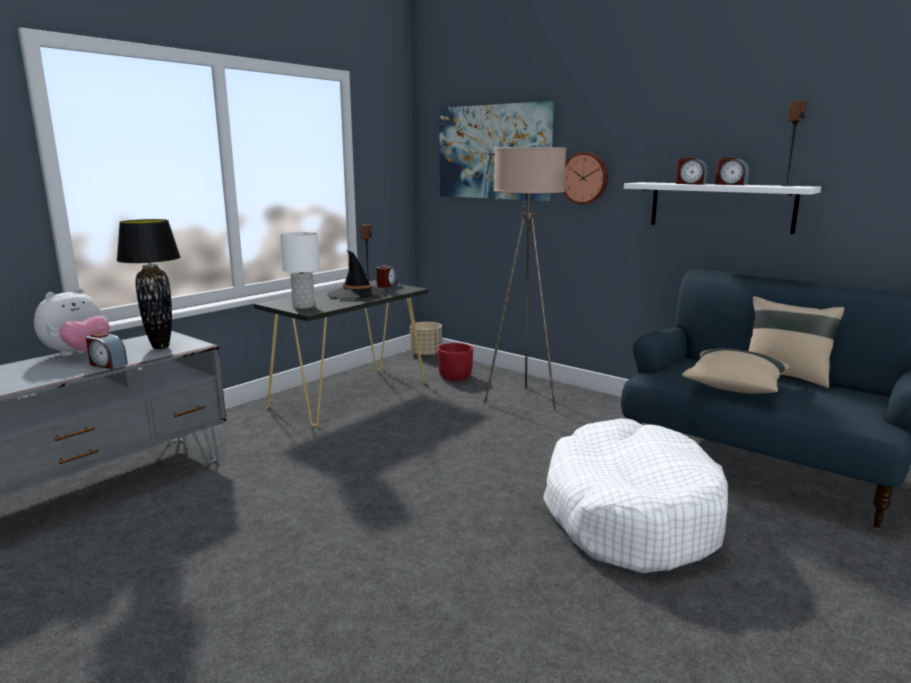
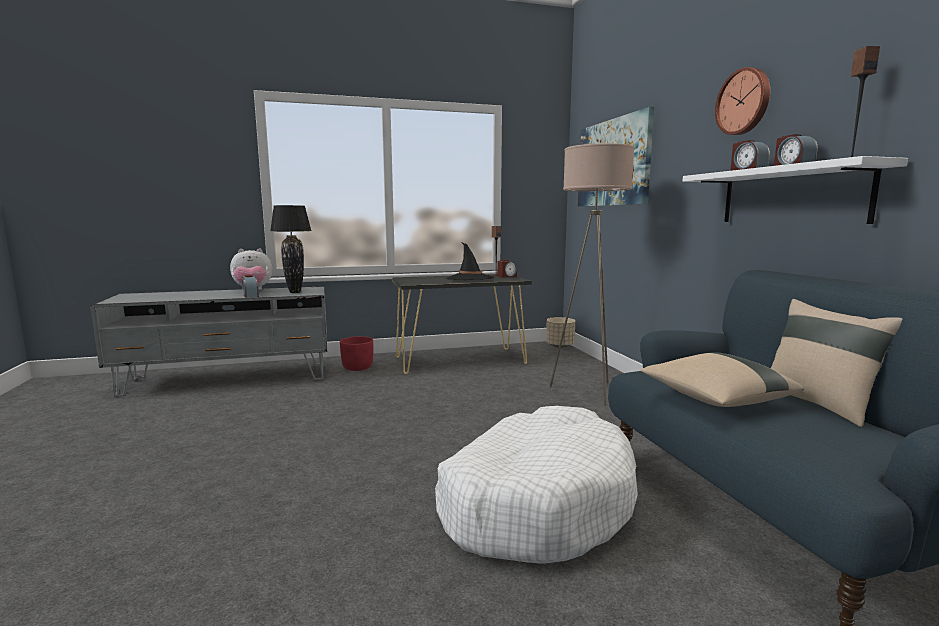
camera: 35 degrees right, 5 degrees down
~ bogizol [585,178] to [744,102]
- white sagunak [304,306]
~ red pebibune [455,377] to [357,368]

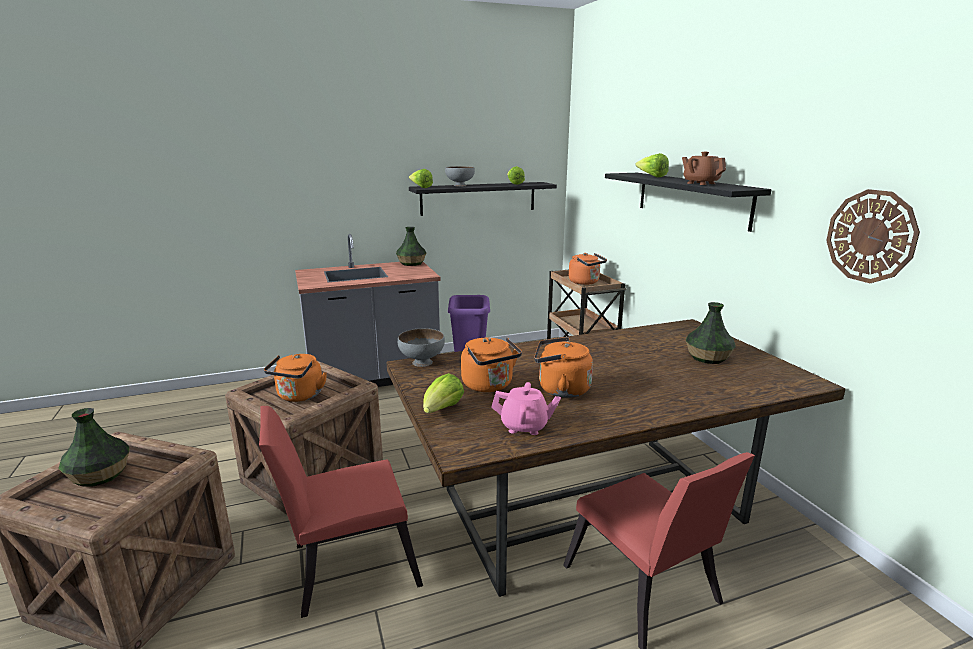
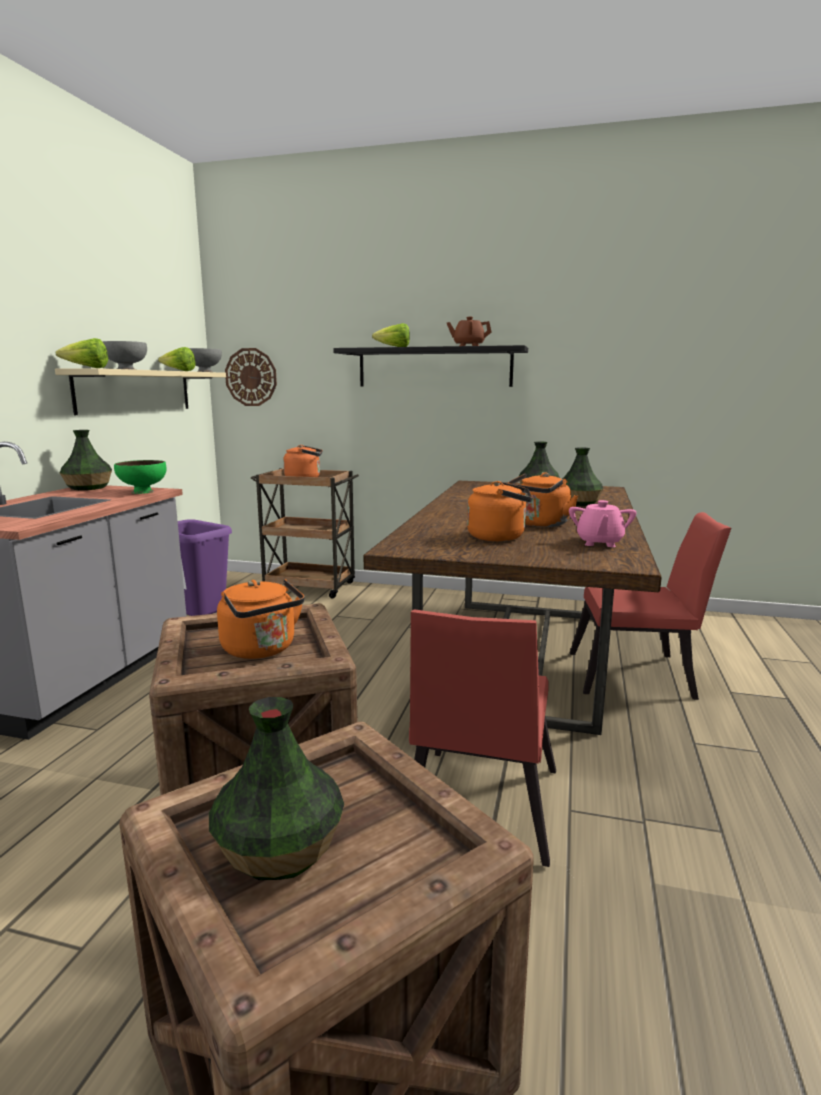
camera: 55 degrees left, 5 degrees down
~ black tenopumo [478,198] to beige tenopumo [135,391]
~ bogizol [870,236] to [251,377]
~ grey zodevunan [422,362] to [204,372]
- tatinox [442,410]
~ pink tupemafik [524,426] = [599,543] 150 degrees clockwise
+ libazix [579,503]
+ green zodevunan [143,492]

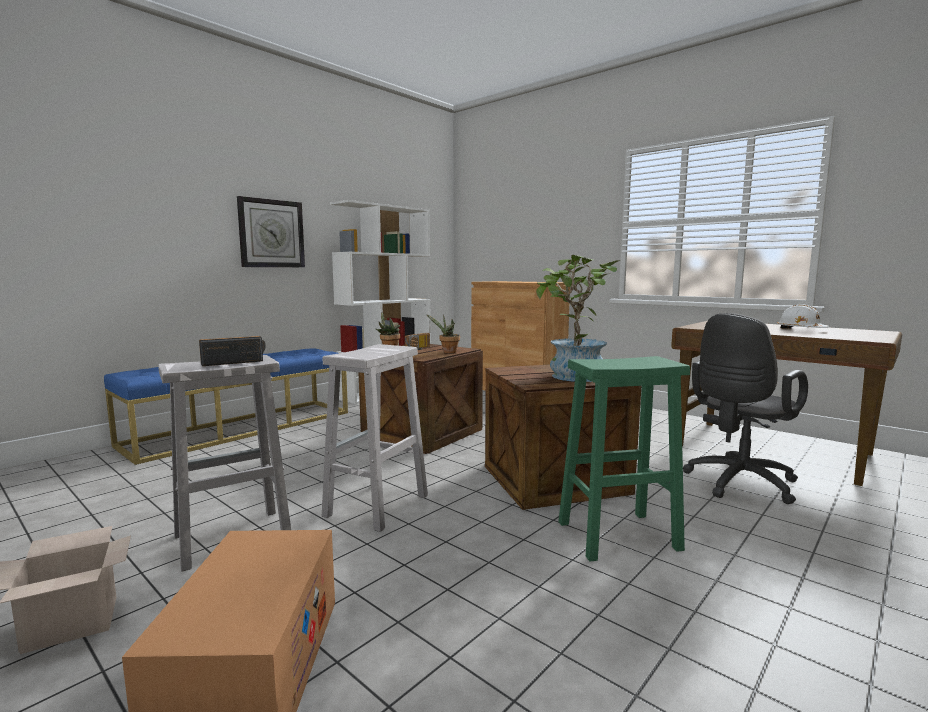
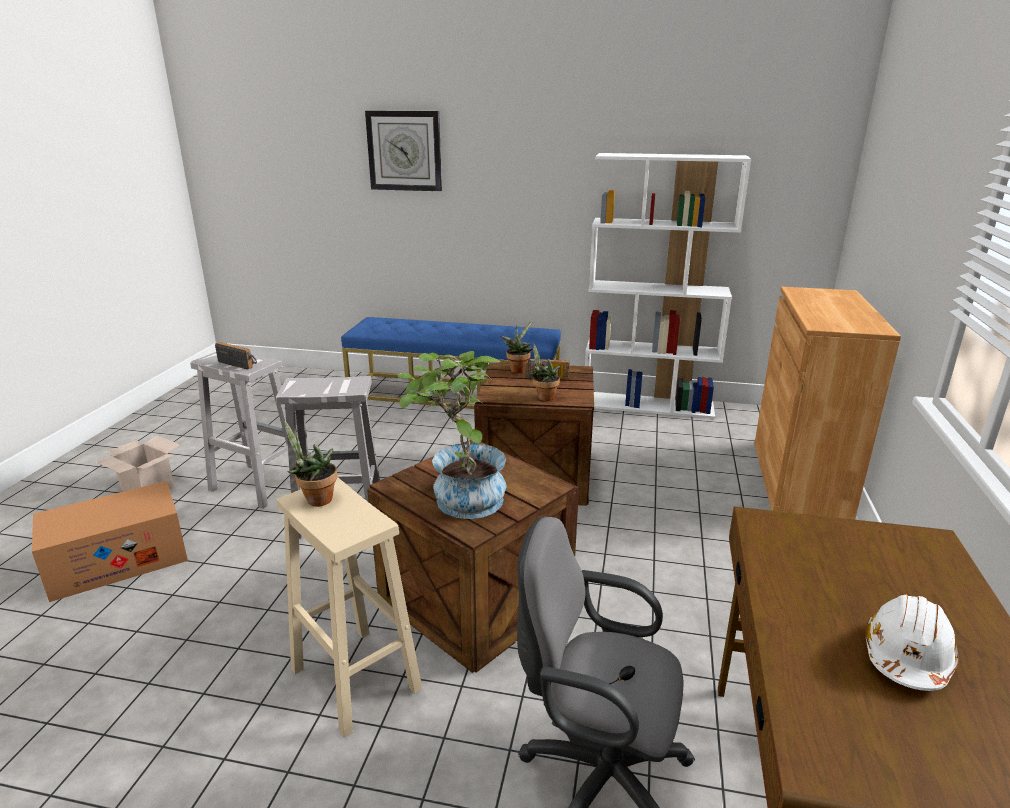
camera: 60 degrees right, 15 degrees up
~ bogizol [271,233] to [404,151]
~ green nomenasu [616,536] to beige nomenasu [354,678]
+ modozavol [315,499]

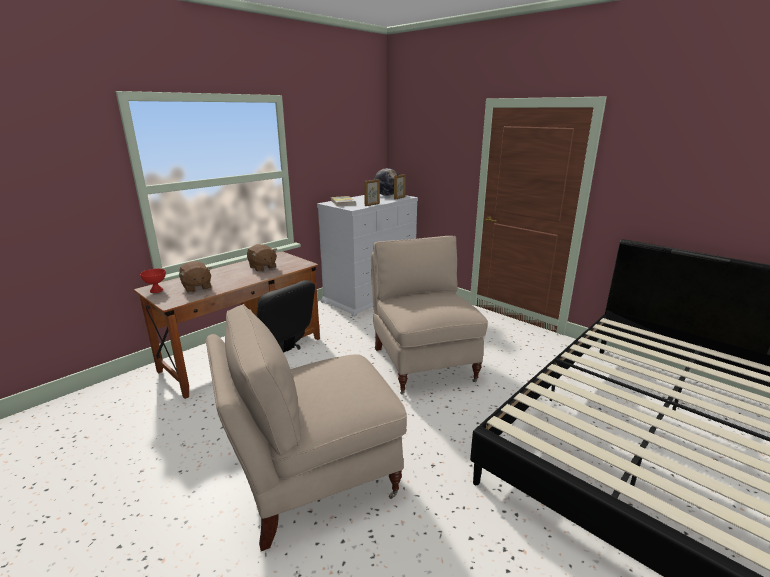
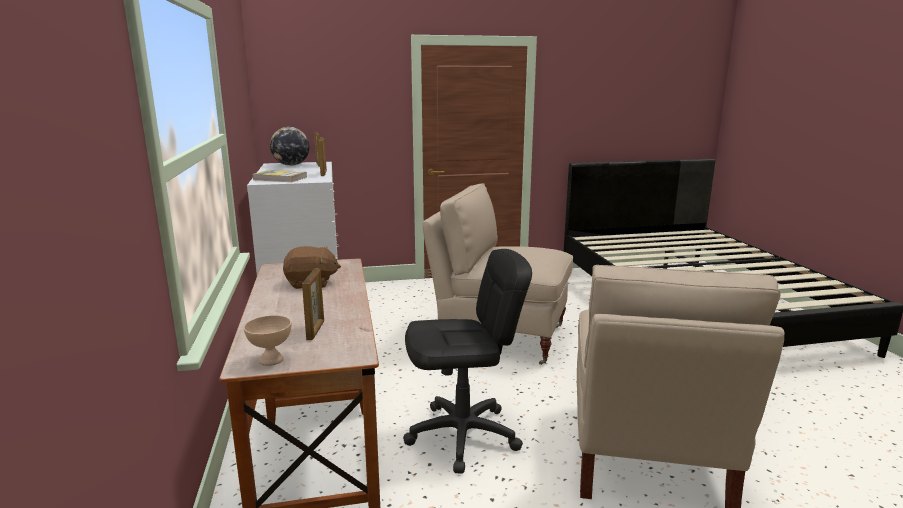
camera: 55 degrees left, 5 degrees down
~ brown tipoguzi [196,287] to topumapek [316,330]
~ red zodevunan [157,290] to beige zodevunan [271,359]

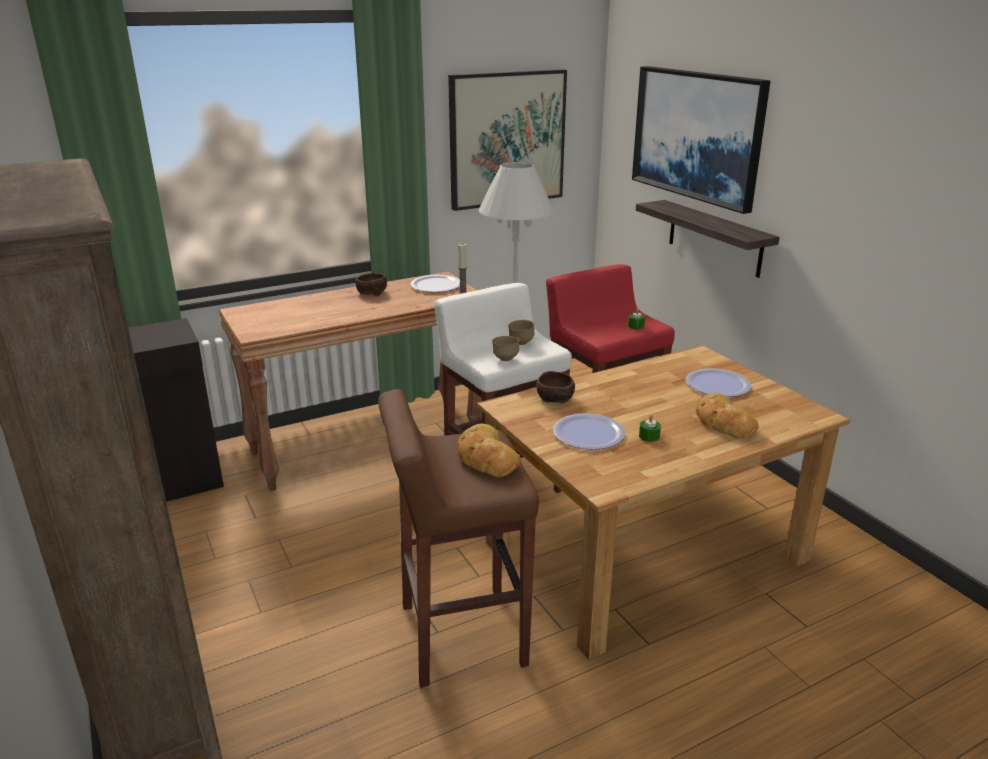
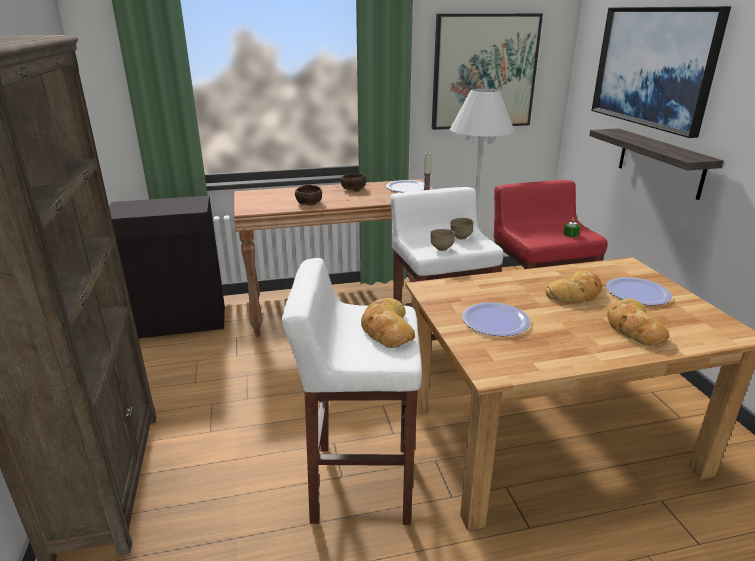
camera: 15 degrees right, 0 degrees up
~ brown zodevunan [555,398] to [309,203]
~ brown nomenasu [460,635] to white nomenasu [359,483]
- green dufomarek [649,436]
+ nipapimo [576,293]

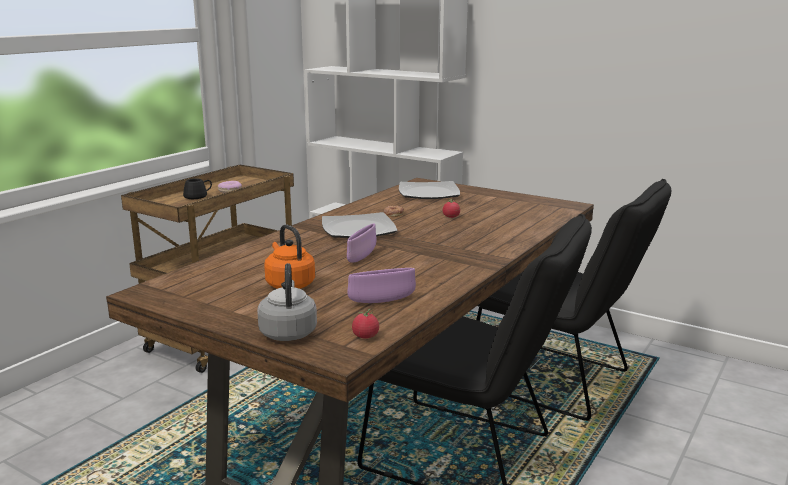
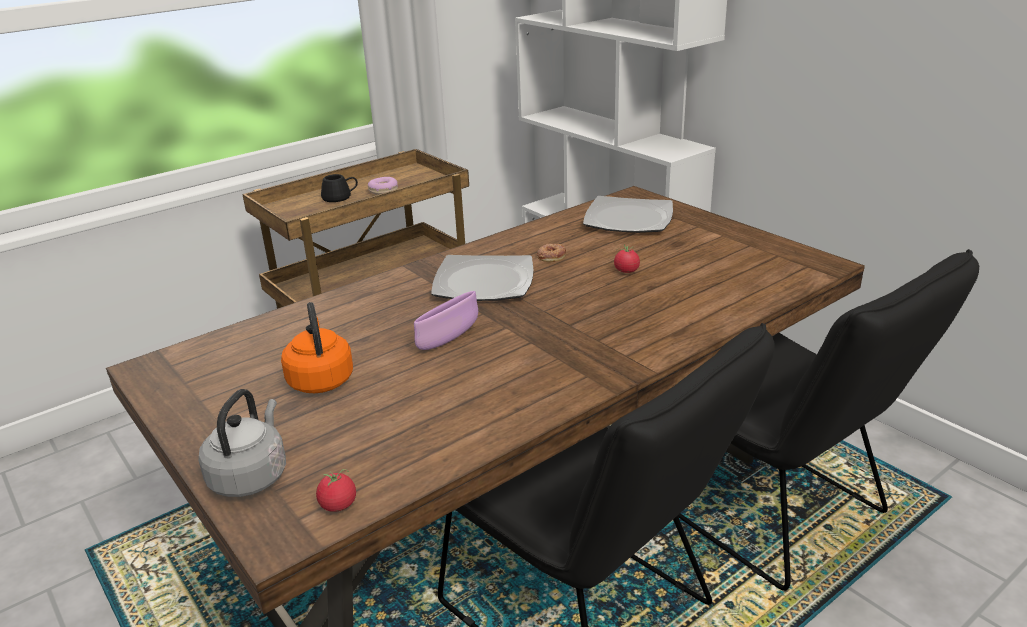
camera: 20 degrees right, 10 degrees up
- purple zodevunan [382,301]

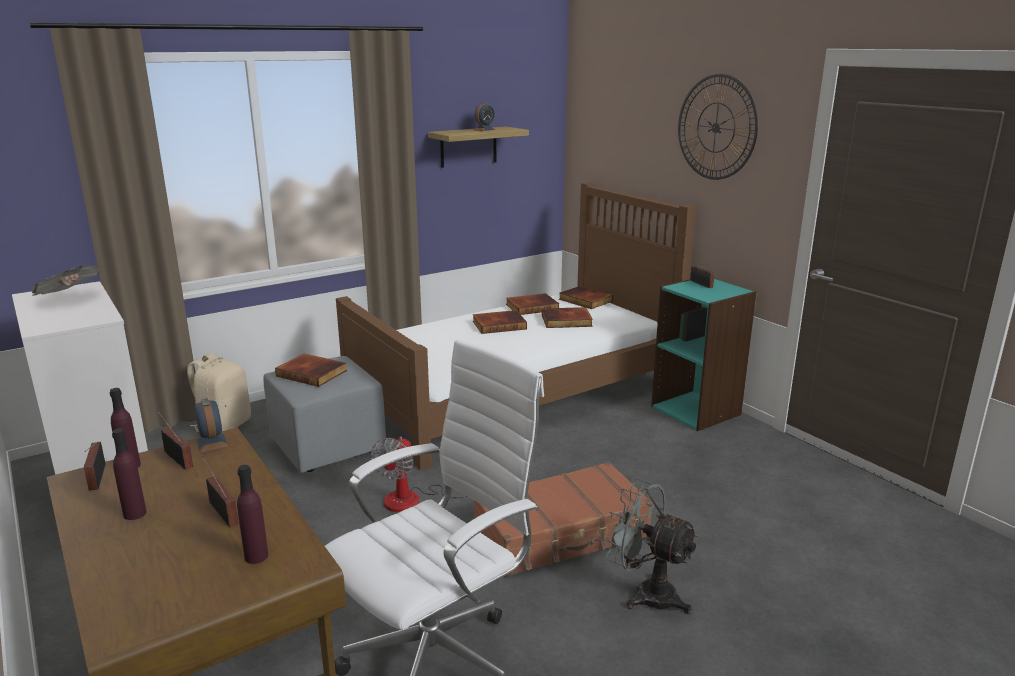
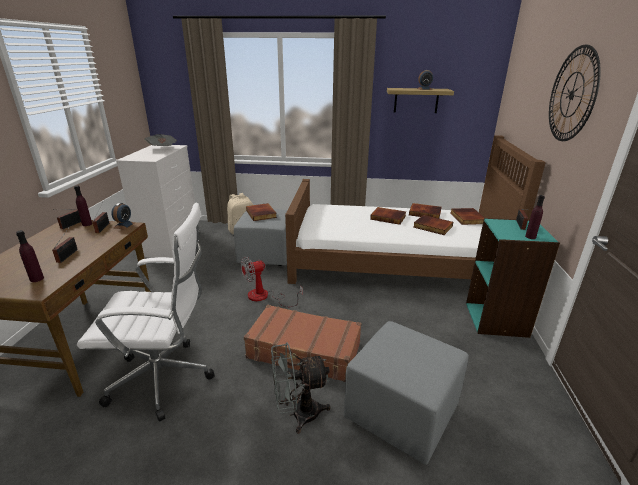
camera: 40 degrees right, 5 degrees up
~ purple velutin [135,513] to [530,237]
~ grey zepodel [647,593] = [298,414] 90 degrees counterclockwise
+ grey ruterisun [402,413]

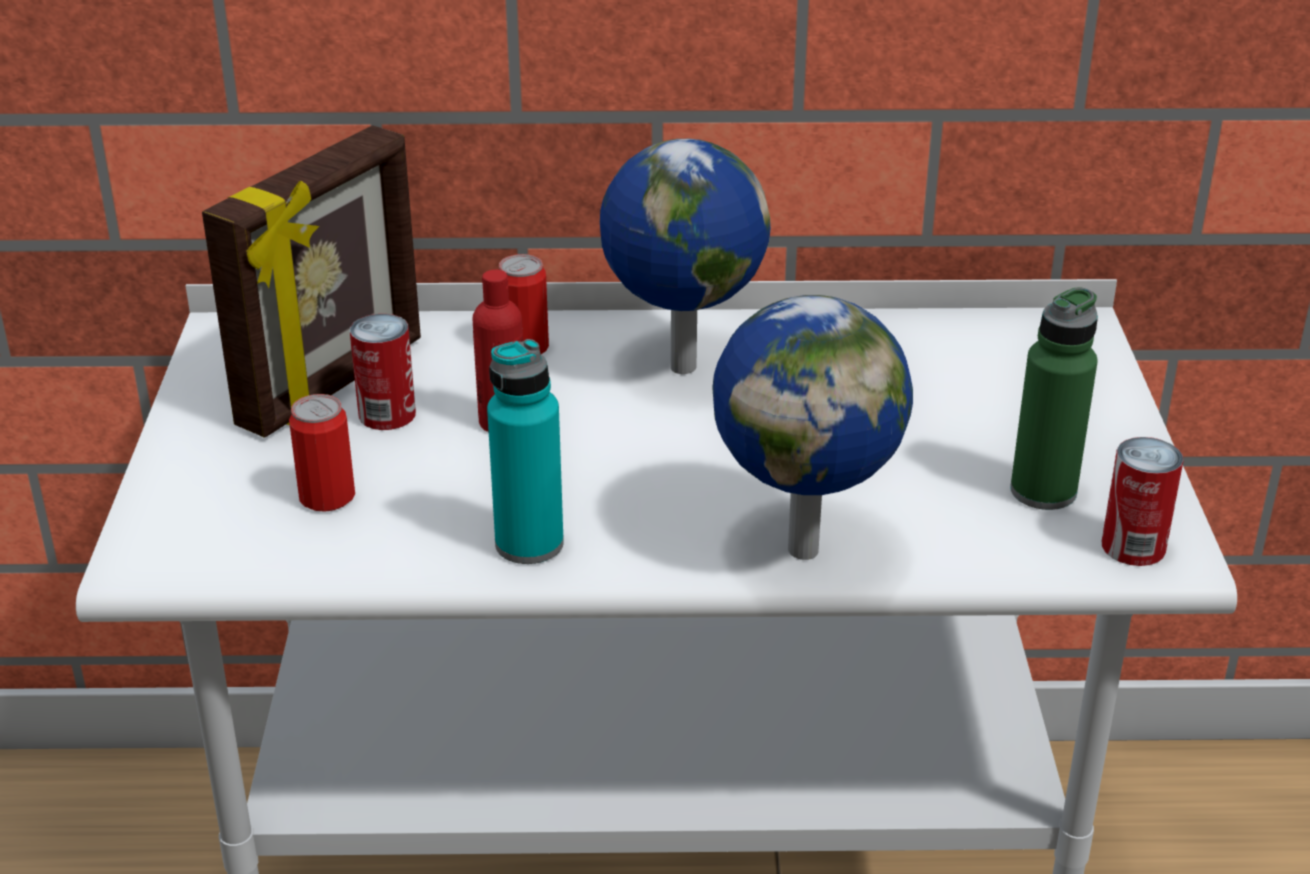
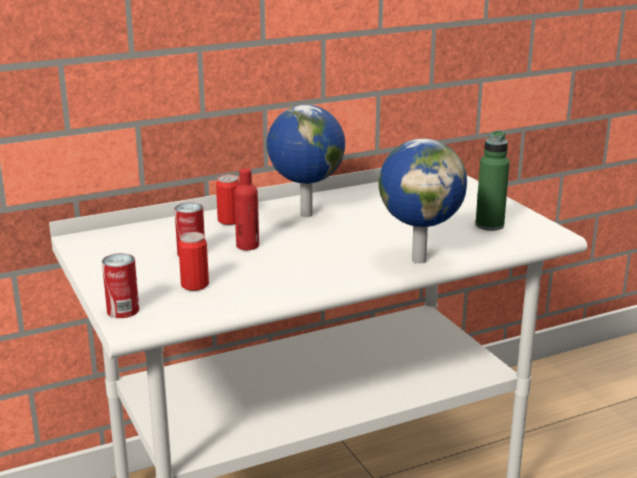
camera: 25 degrees left, 10 degrees down
- topumapek [334,384]
- turquoise velutin [529,544]
~ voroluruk [1133,546] to [123,310]

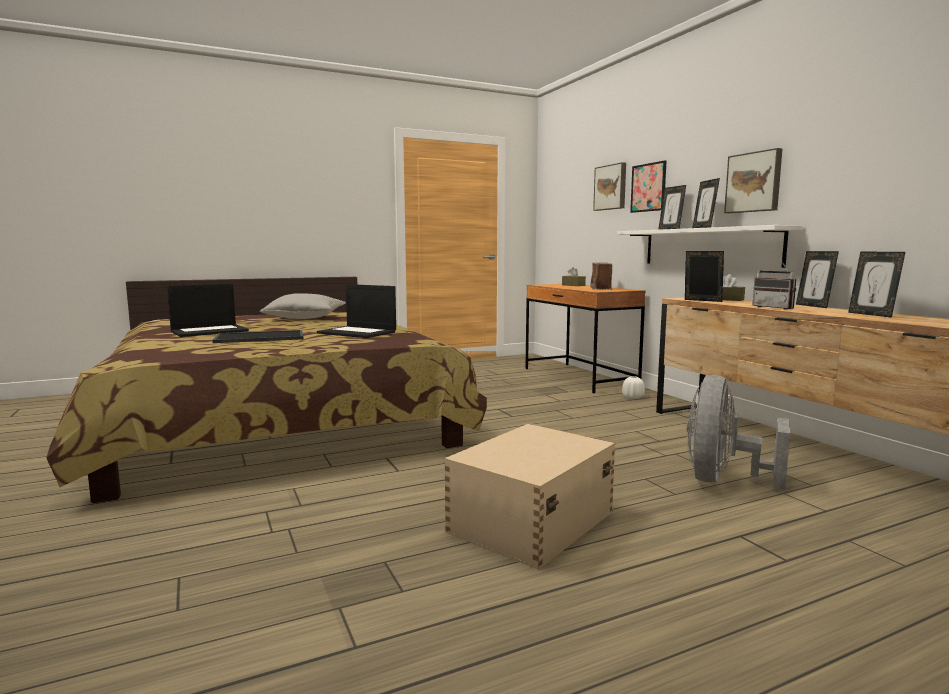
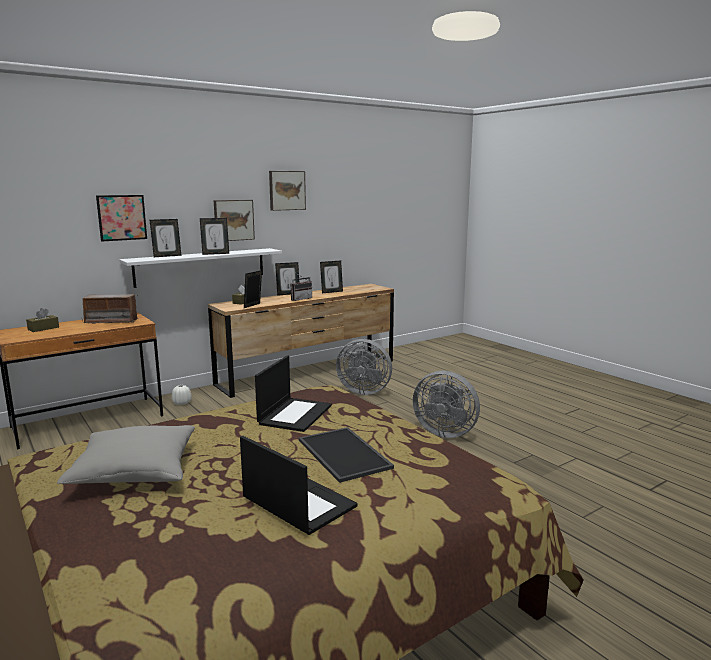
camera: 100 degrees left, 5 degrees up
~ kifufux [611,187] to [286,190]
~ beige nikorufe [530,522] to grey zepodel [445,432]

